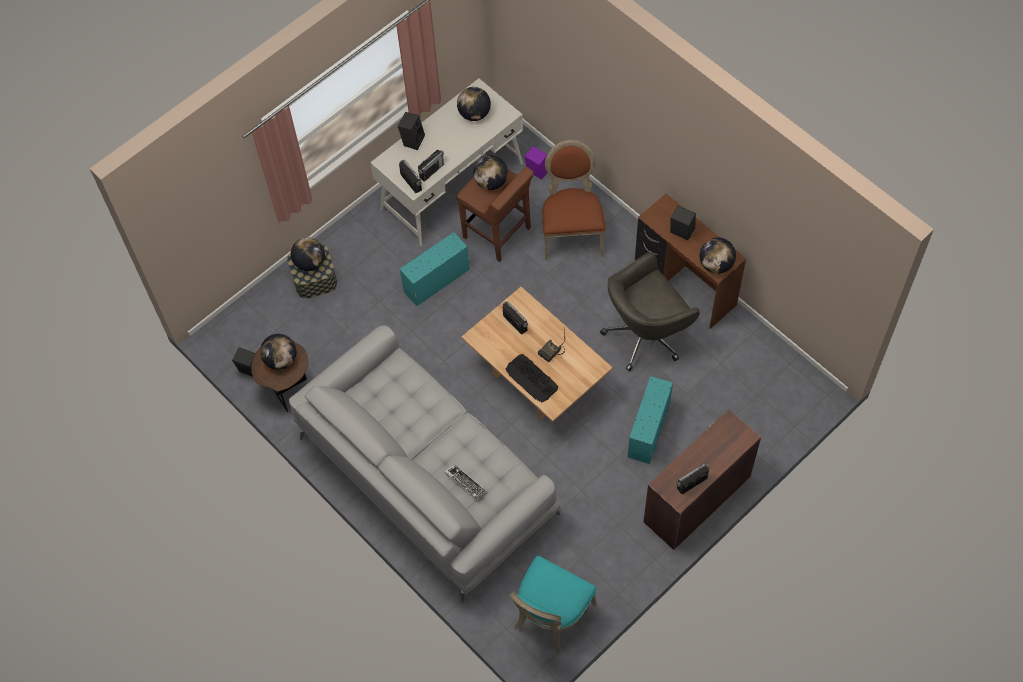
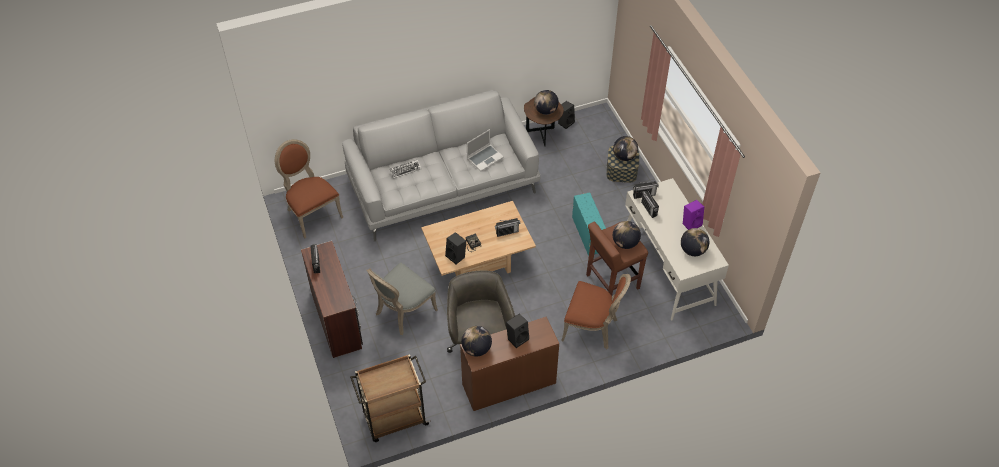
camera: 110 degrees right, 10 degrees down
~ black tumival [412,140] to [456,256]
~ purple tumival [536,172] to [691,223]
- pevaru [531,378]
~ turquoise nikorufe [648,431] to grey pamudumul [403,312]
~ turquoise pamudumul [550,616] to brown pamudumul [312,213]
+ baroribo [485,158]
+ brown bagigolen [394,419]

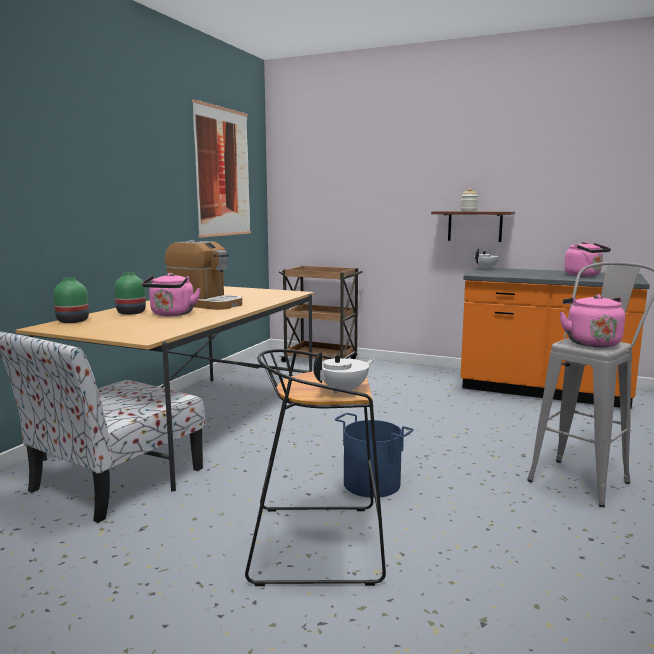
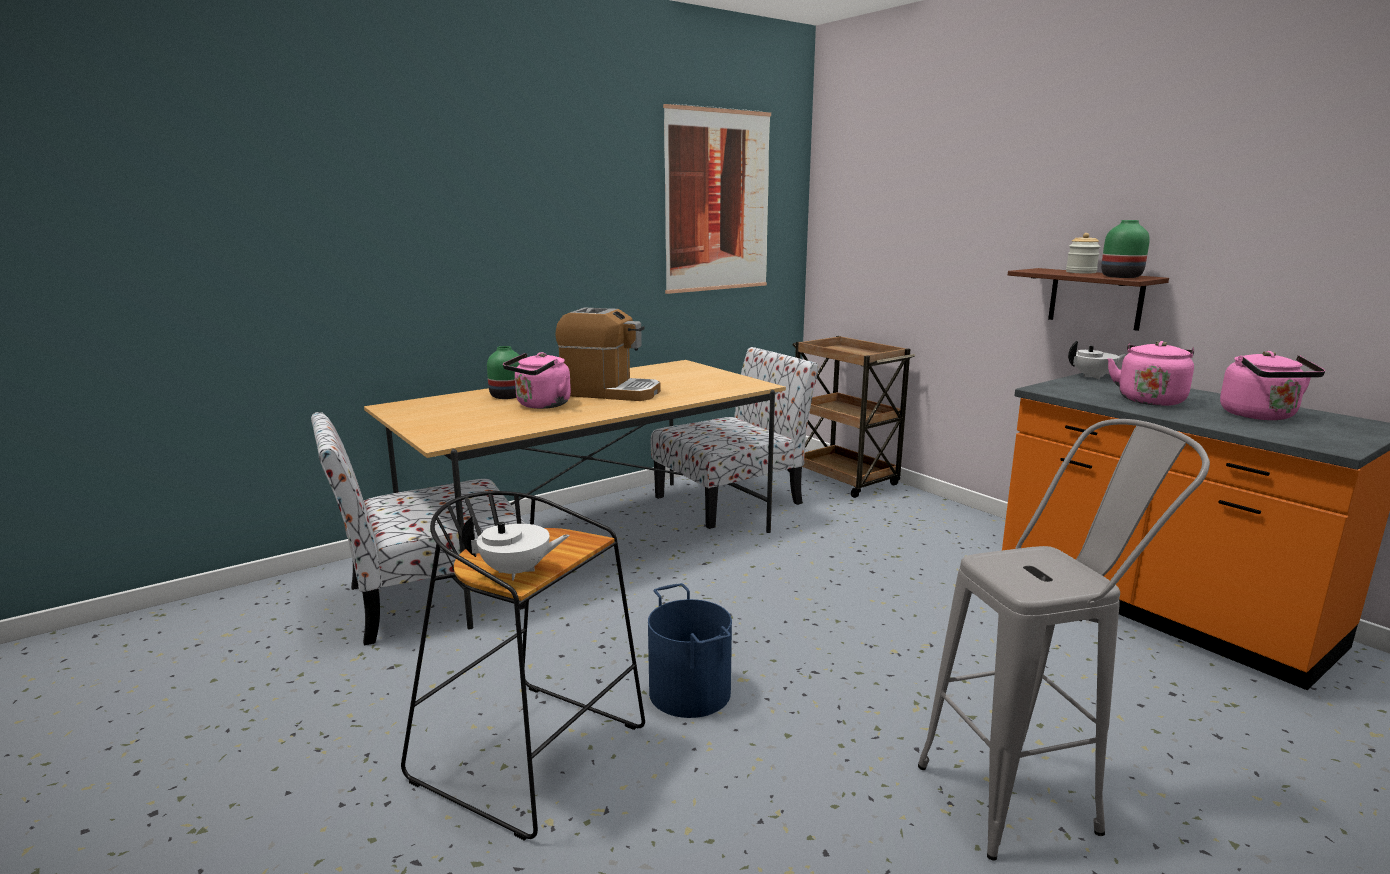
camera: 30 degrees right, 5 degrees up
~ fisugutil [206,304] = [610,392] 45 degrees counterclockwise
~ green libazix [73,321] to [1121,276]
~ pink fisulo [590,342] to [1150,400]
+ pamudumul [731,500]

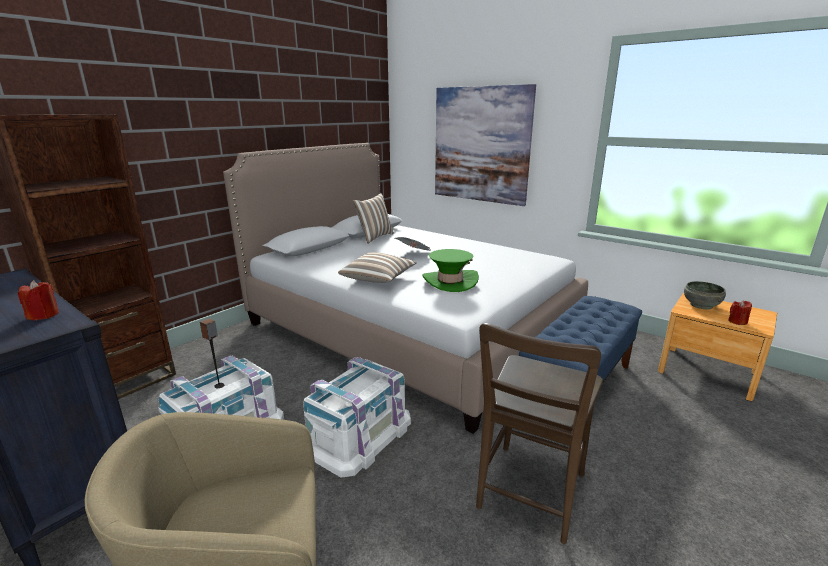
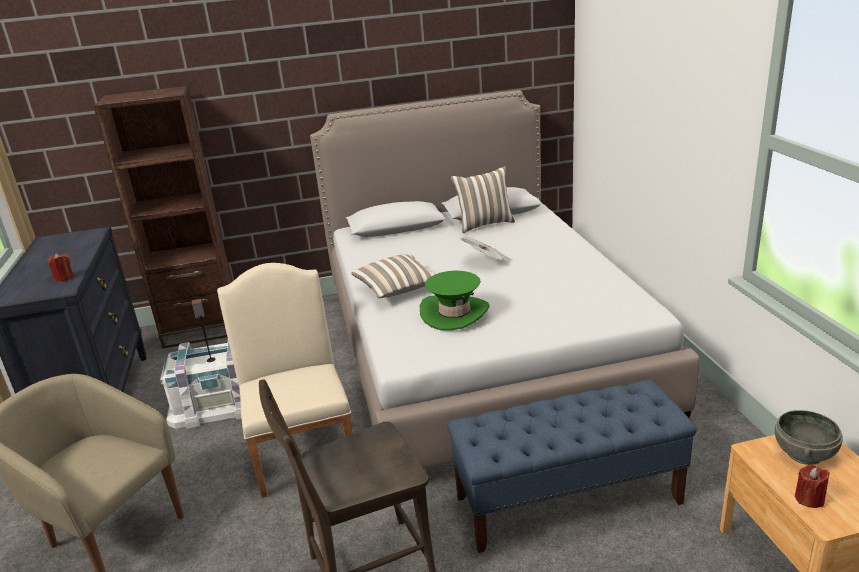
camera: 40 degrees right, 5 degrees up
- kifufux [481,145]
~ white nikorufe [358,434] to beige pamudumul [302,447]

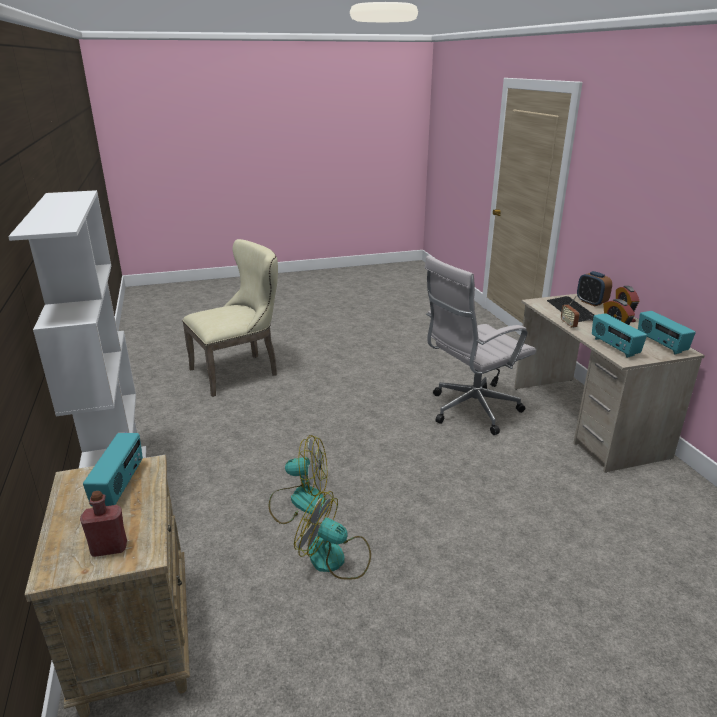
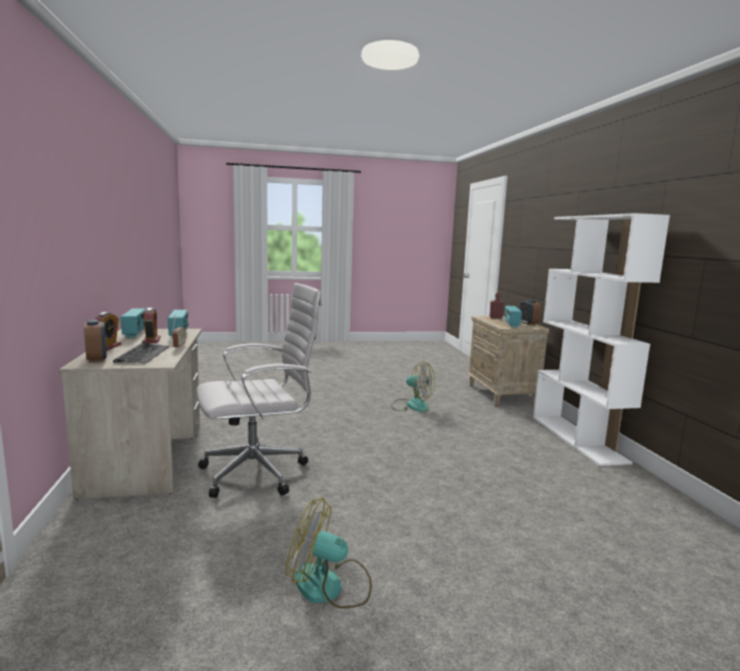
camera: 175 degrees left, 15 degrees down
- beige pamudumul [240,371]
~ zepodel [299,501] to [330,587]
+ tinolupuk [528,323]

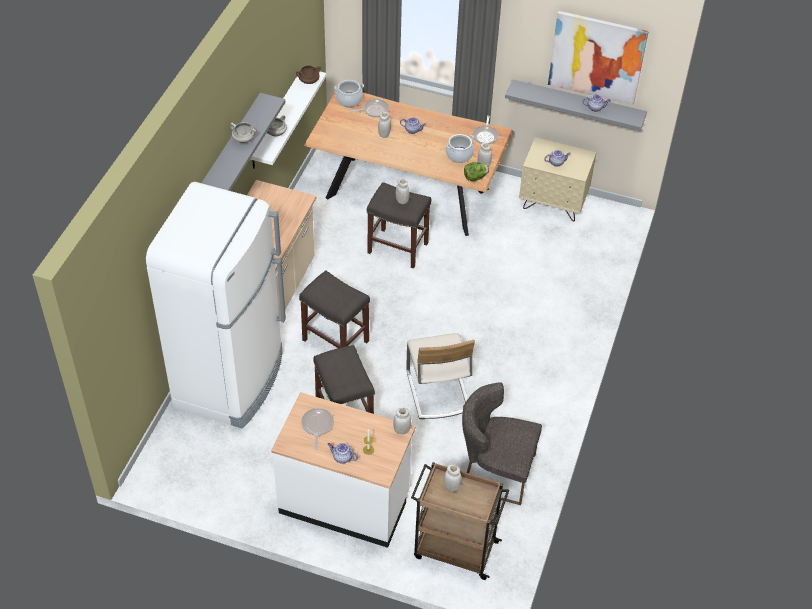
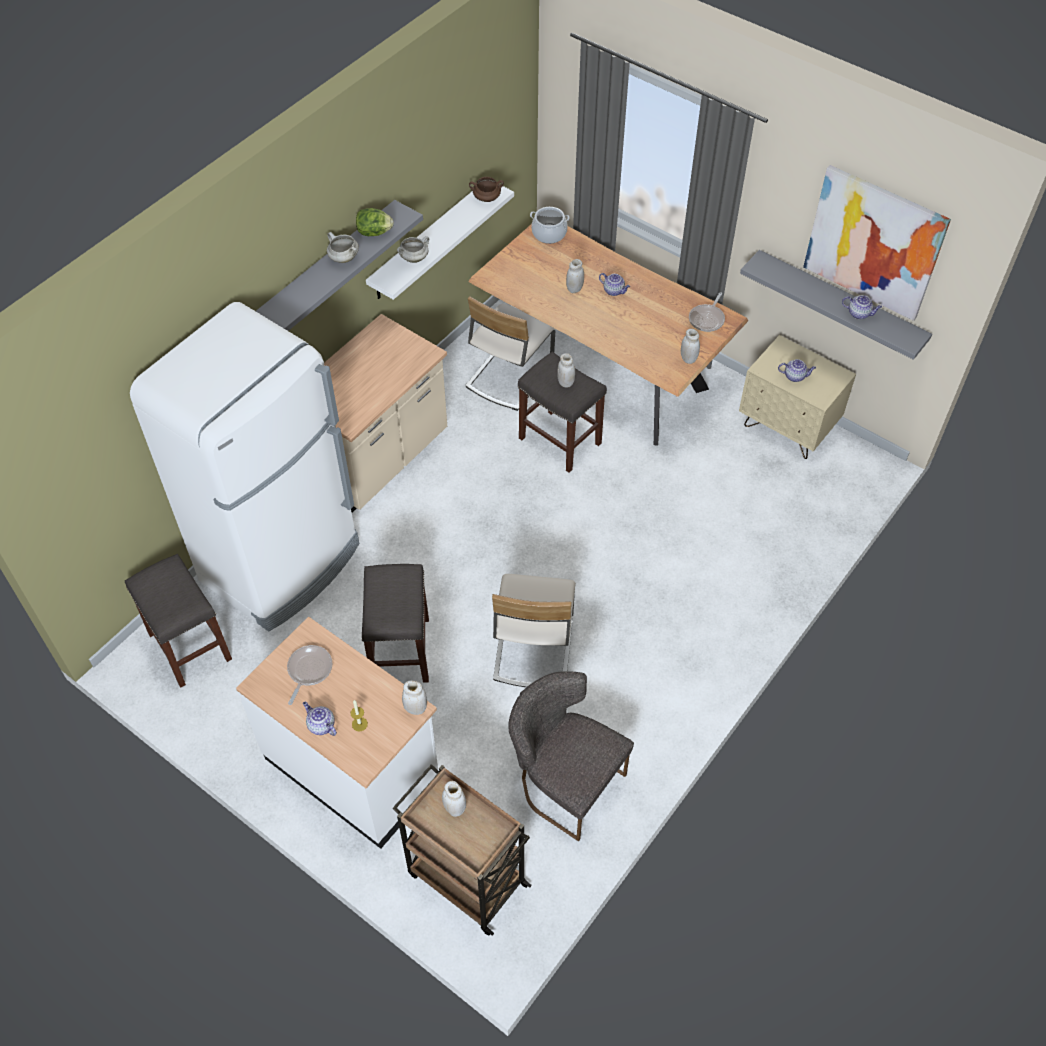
camera: 20 degrees right, 5 degrees up
- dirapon [374,110]
- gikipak [459,155]
~ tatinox [475,177] to [374,232]
~ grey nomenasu [334,340] to [189,646]
+ beige pamudumul [509,376]

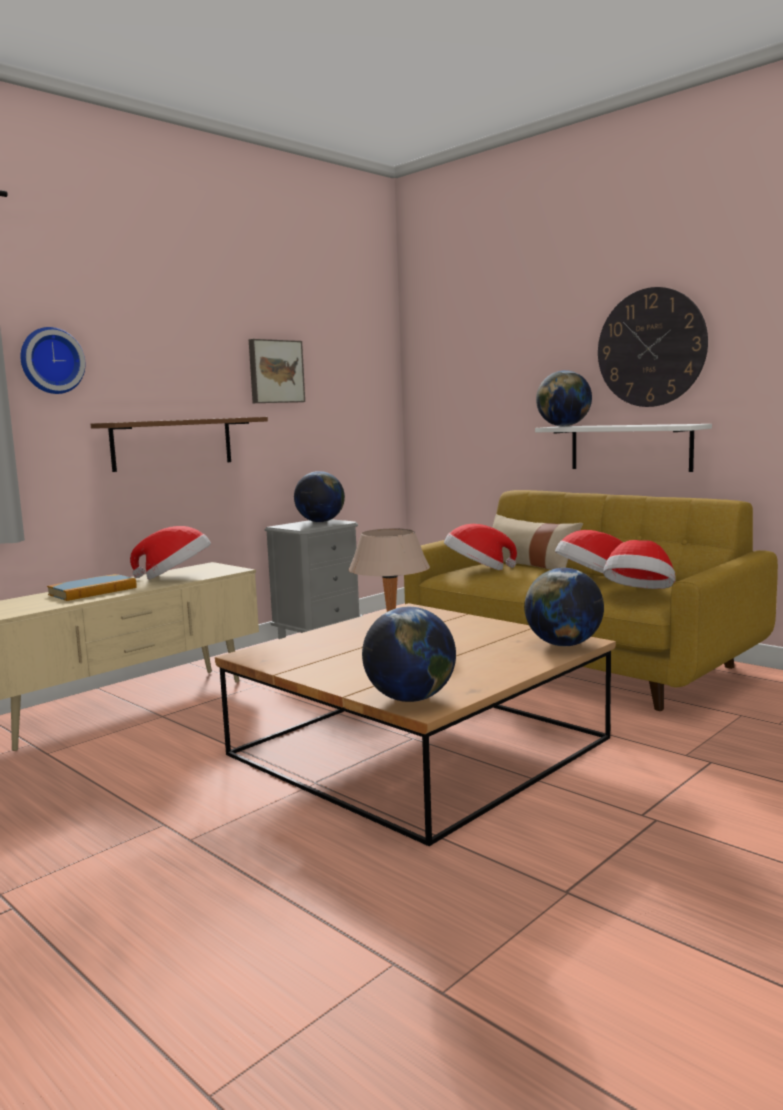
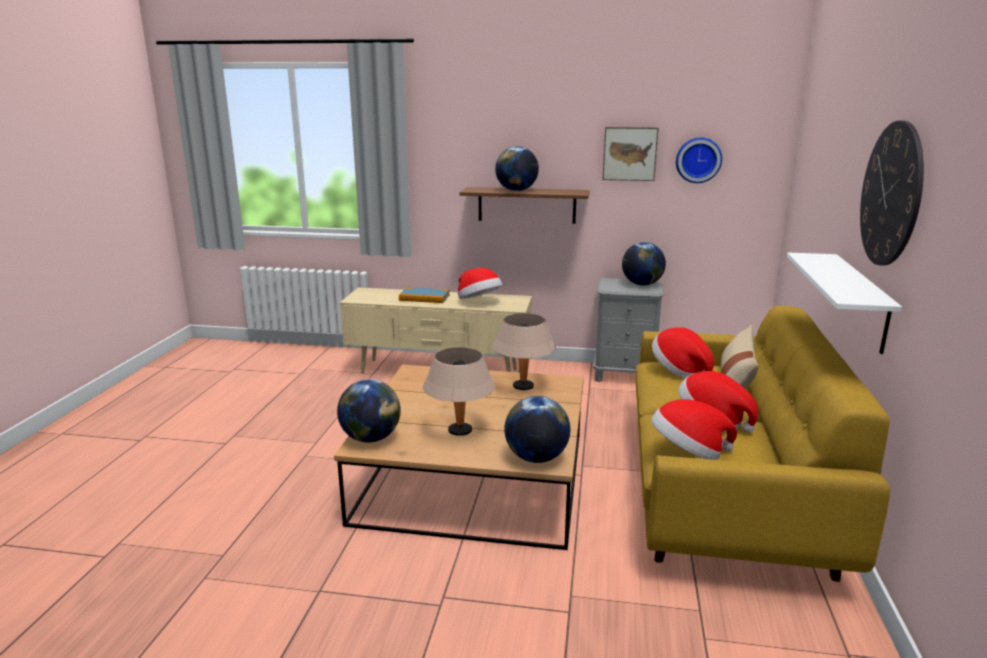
camera: 55 degrees right, 10 degrees up
~ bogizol [51,361] to [698,160]
~ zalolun [563,426] to [516,190]
+ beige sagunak [460,431]

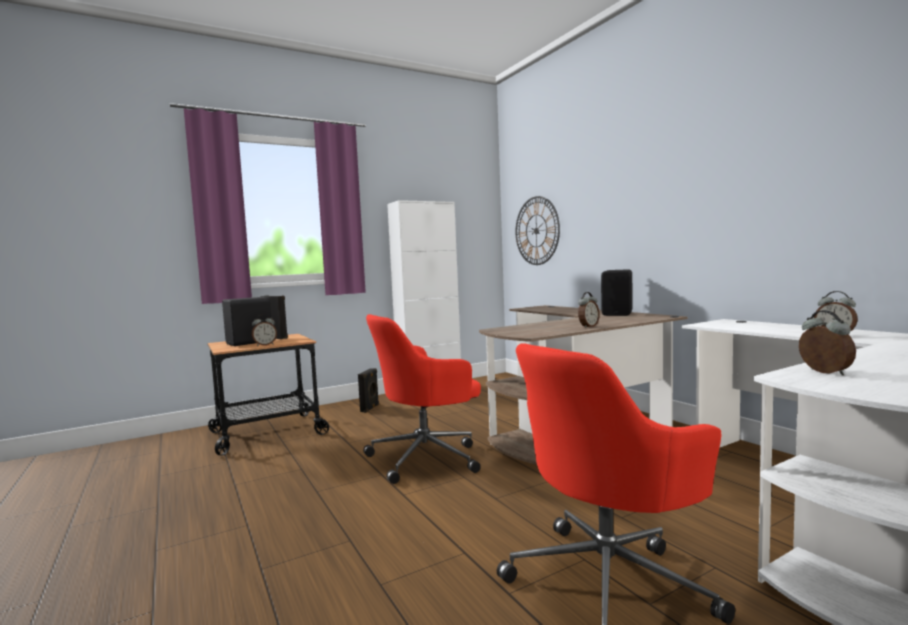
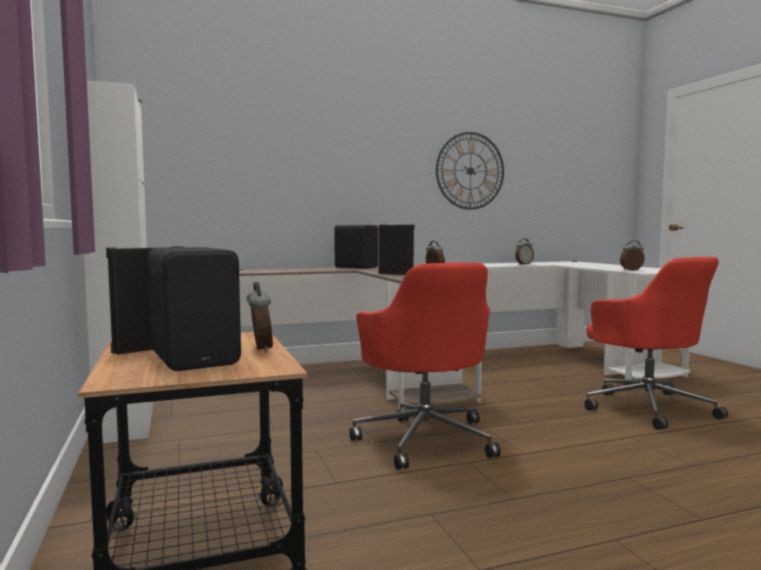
camera: 80 degrees left, 0 degrees up
~ bogizol [536,231] to [470,171]
~ black tumival [370,408] to [396,274]

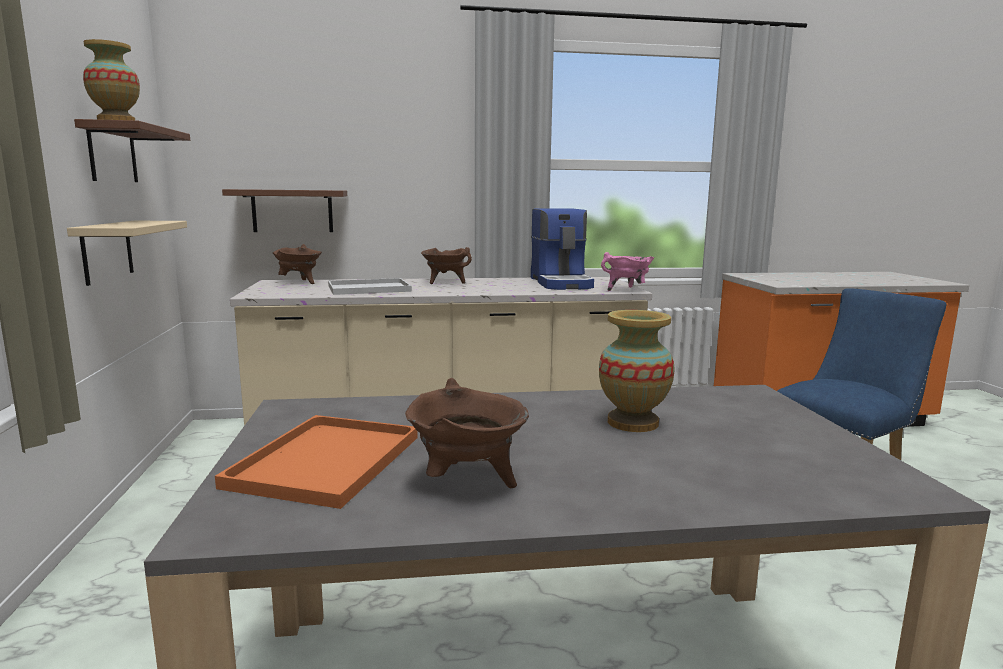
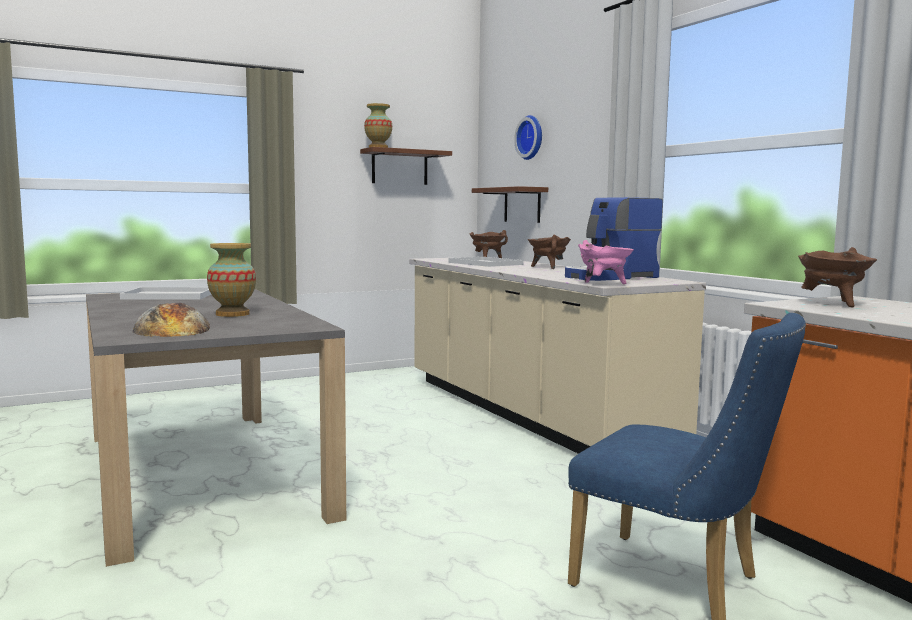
camera: 70 degrees right, 5 degrees down
- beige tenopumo [107,251]
~ brown gikipak [468,482] to [833,304]
~ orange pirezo [326,459] to white pirezo [171,295]
+ bogizol [531,137]
+ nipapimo [172,329]

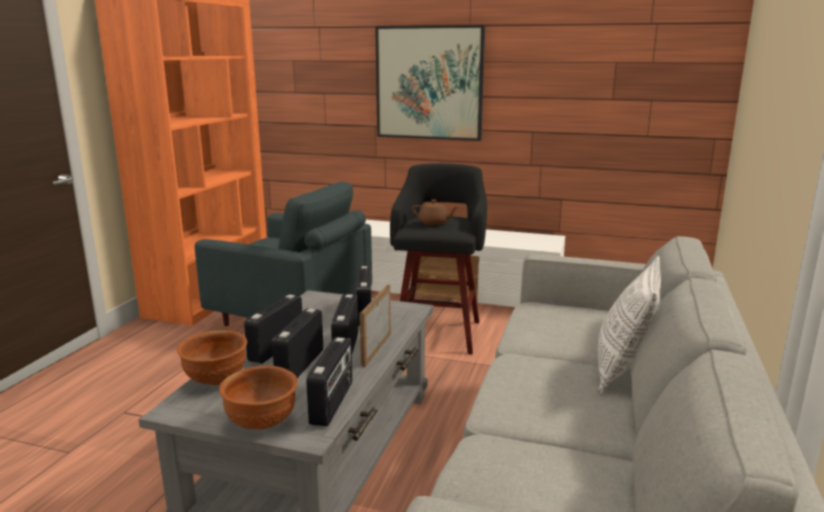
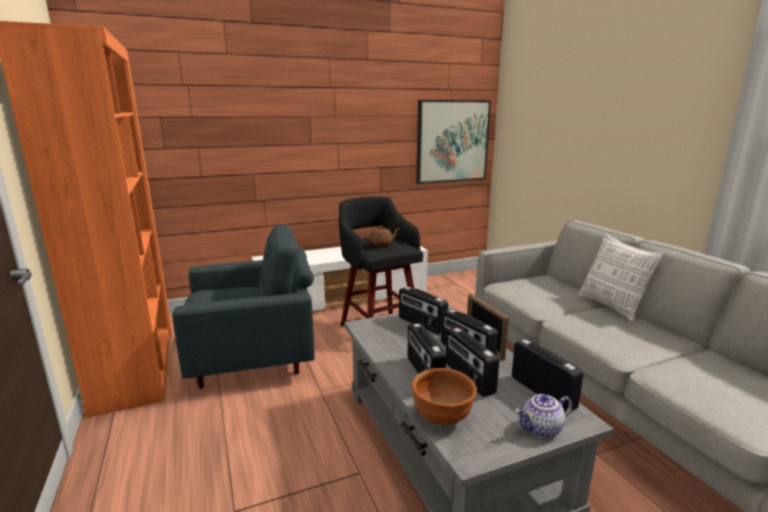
camera: 40 degrees left, 0 degrees up
~ kifufux [429,83] to [452,141]
~ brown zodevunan [262,423] to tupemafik [542,429]

